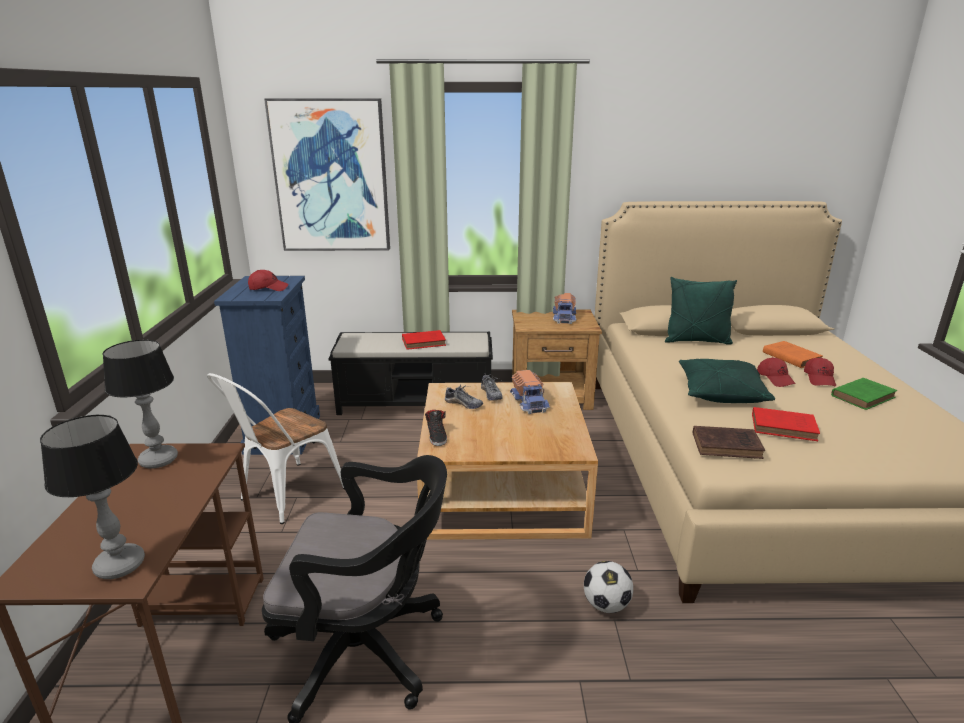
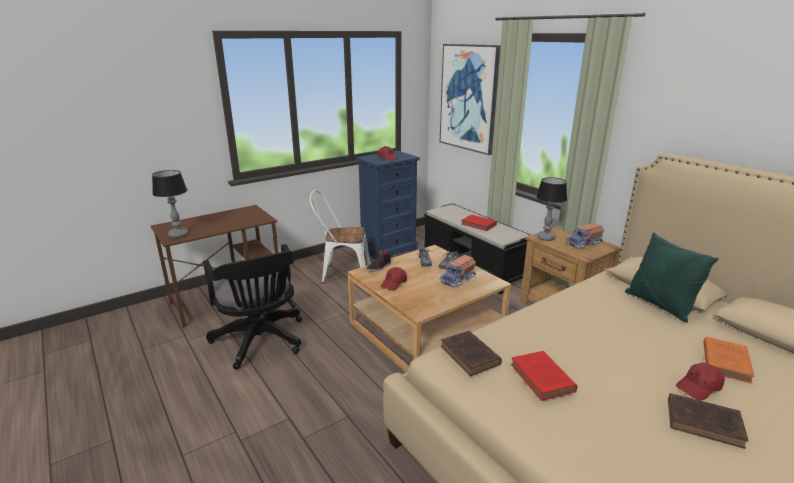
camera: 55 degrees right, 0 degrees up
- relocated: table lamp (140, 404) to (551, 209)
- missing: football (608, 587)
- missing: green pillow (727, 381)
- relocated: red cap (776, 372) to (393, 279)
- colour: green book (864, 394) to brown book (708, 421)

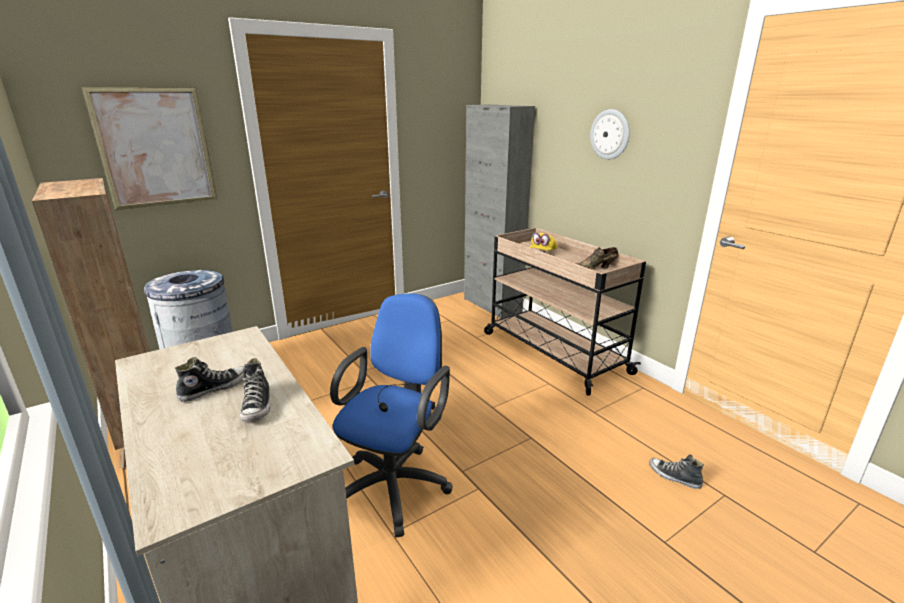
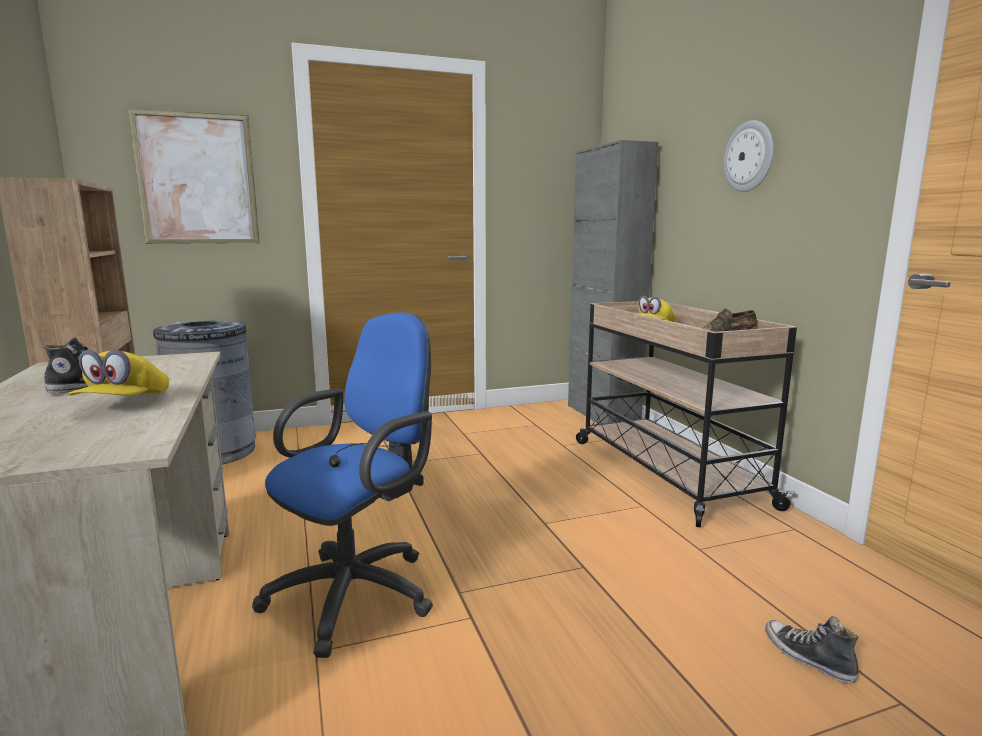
camera: 15 degrees right, 10 degrees down
- exchanged: shoe (255, 390) to yellow cap (118, 373)

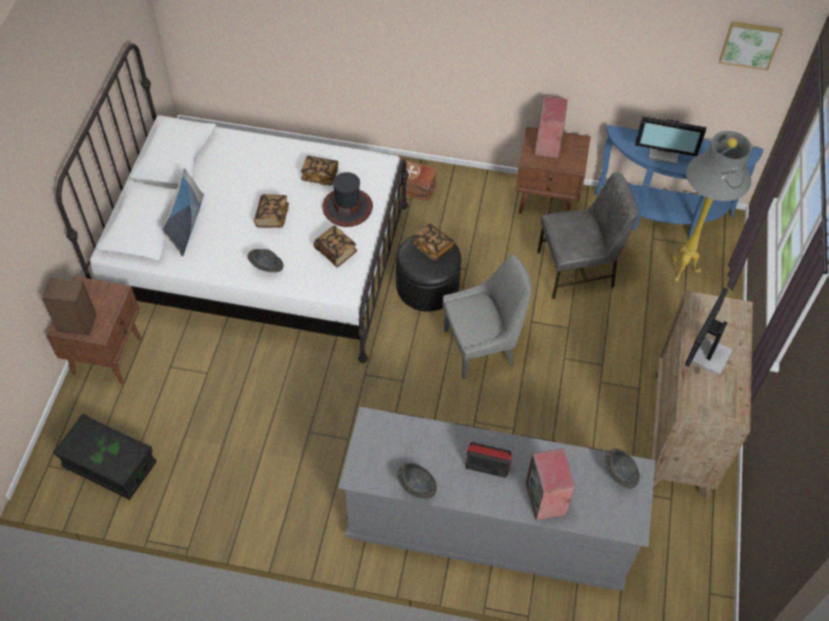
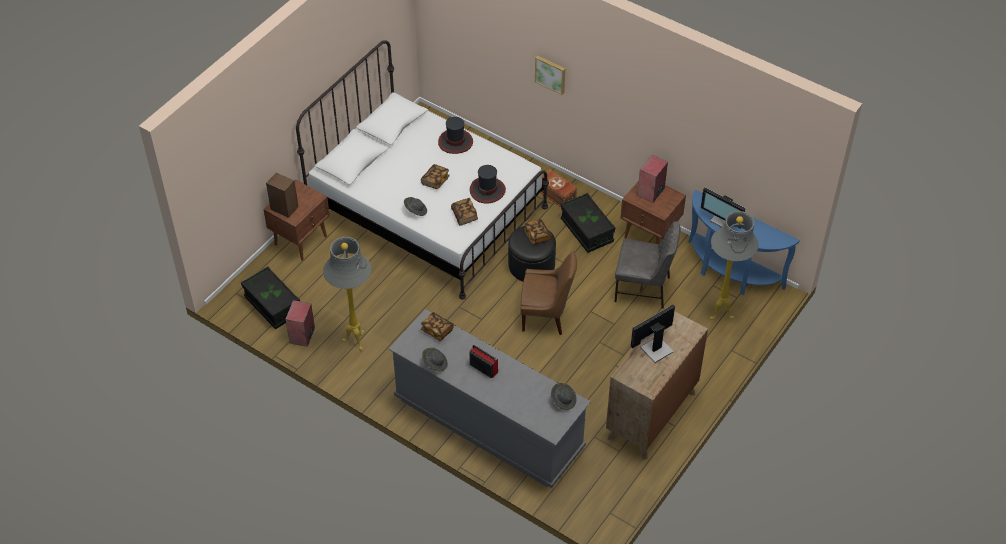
camera: 25 degrees right, 5 degrees down
- missing: pillow (183, 212)
- relocated: book (319, 171) to (437, 326)
- colour: grey chair (487, 316) to brown chair (549, 293)
- relocated: speaker (550, 484) to (300, 323)
- relocated: picture (751, 45) to (550, 75)
- appeared: grey floor lamp (347, 293)
- appeared: hat (455, 135)
- appeared: black storage box (588, 223)

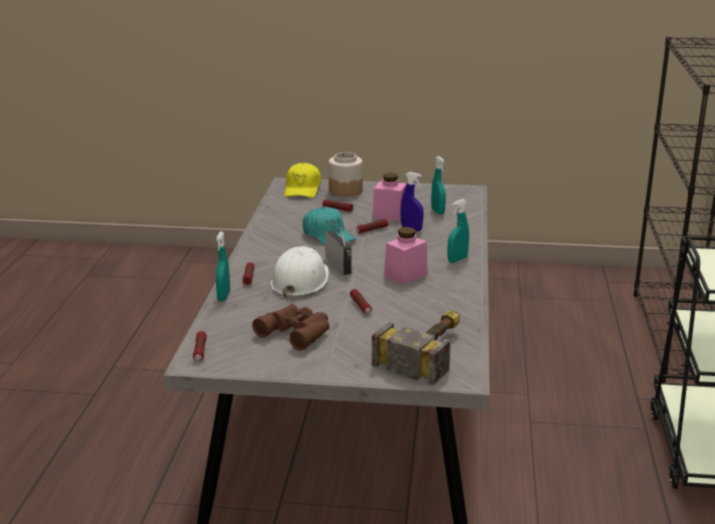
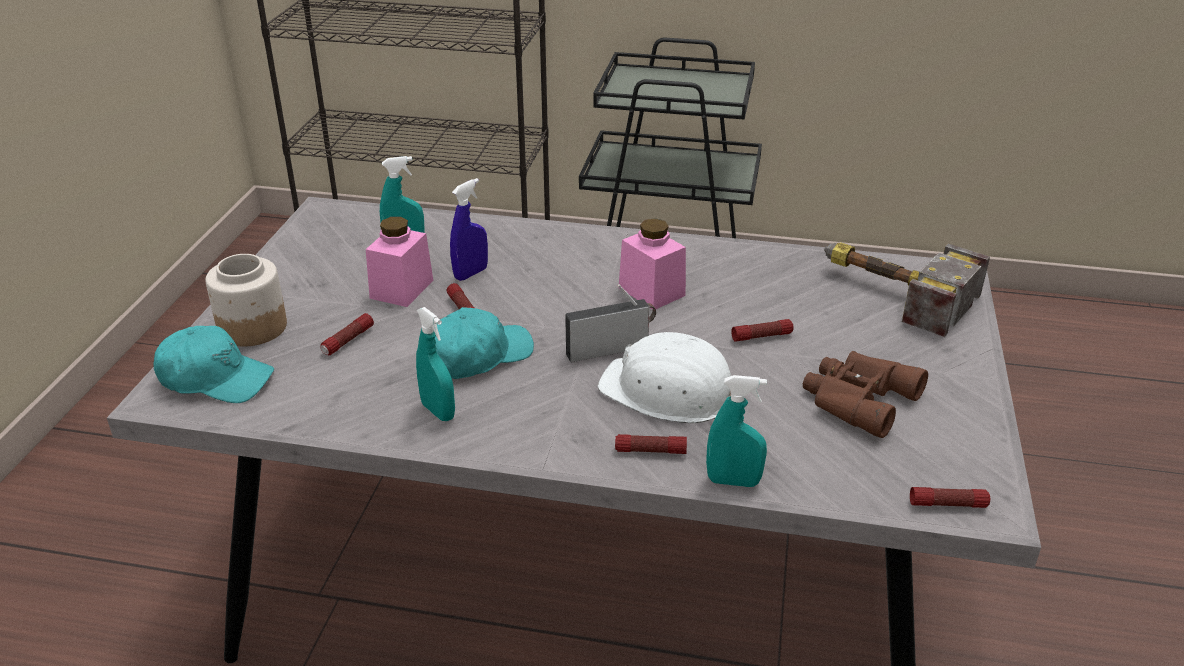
camera: 85 degrees left, 10 degrees up
- colour: yellow cap (302, 180) to turquoise cap (213, 364)
- relocated: turquoise spray bottle (458, 231) to (435, 364)

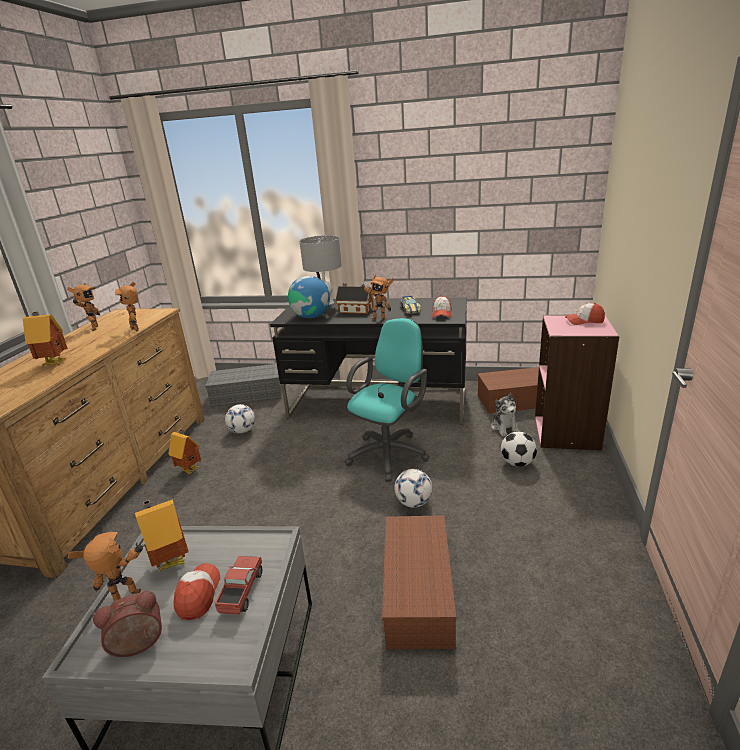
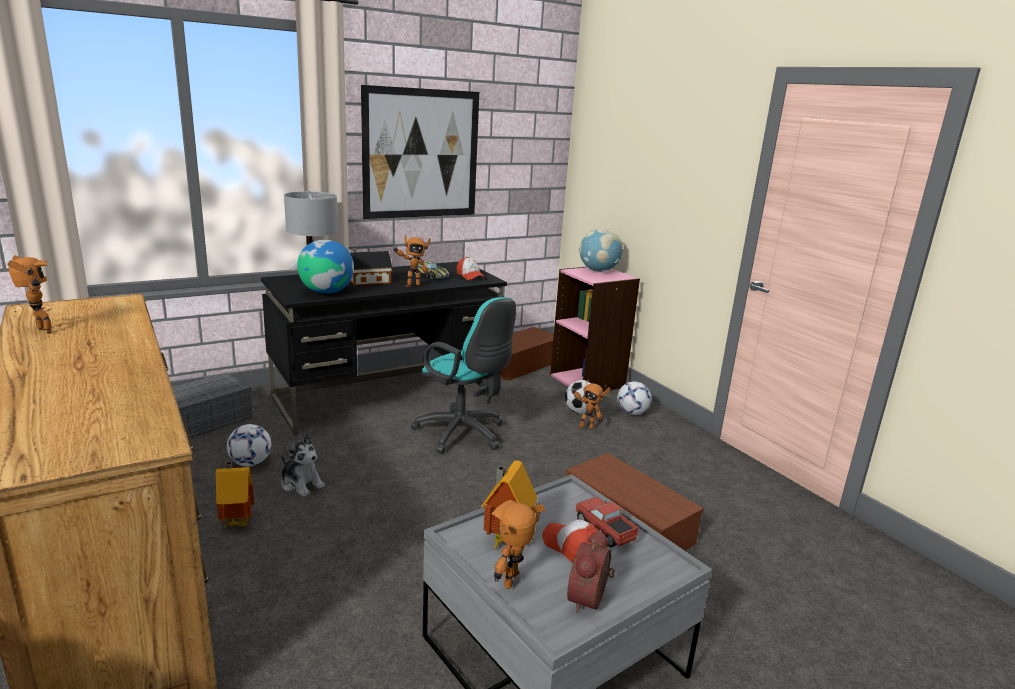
camera: 45 degrees left, 5 degrees down
- missing: toy house (45, 339)
- relocated: toy robot (127, 306) to (590, 404)
- spun: turquoise office chair (387, 400) = (463, 375) 135 degrees clockwise
- relocated: football (413, 488) to (634, 398)
- relocated: plush toy (505, 414) to (303, 465)
- exchanged: cap (585, 314) to globe (600, 250)
- appeared: picture (420, 152)

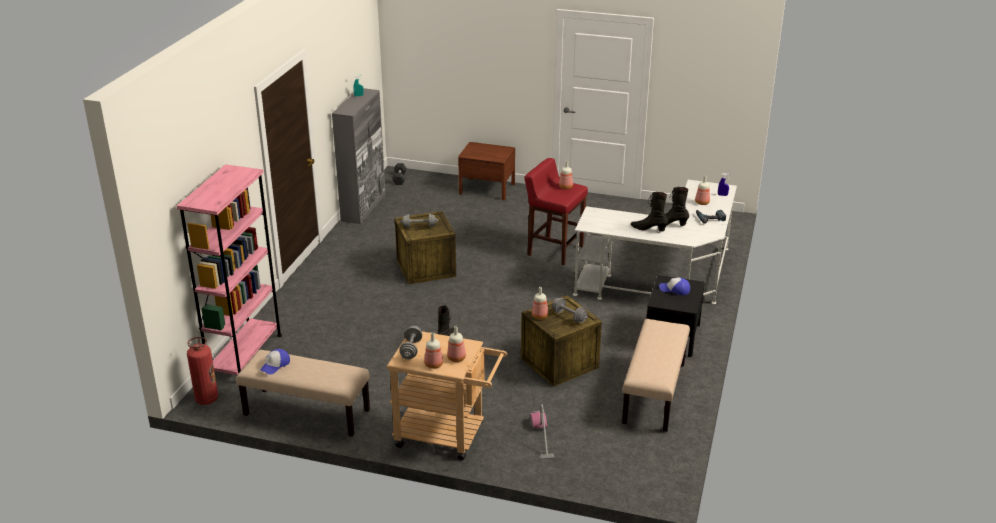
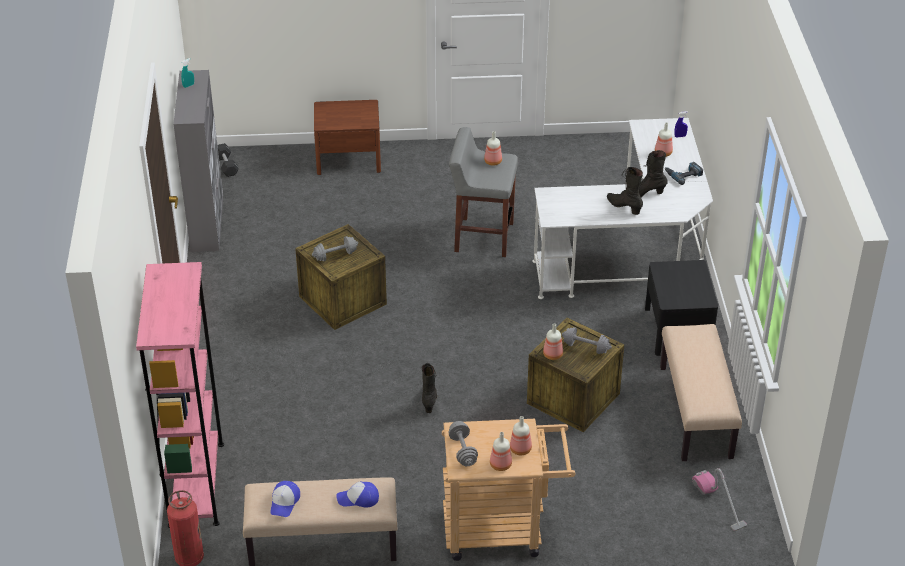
camera: 20 degrees left, 10 degrees up
- colour: red stool (556, 211) to grey stool (483, 192)
- relocated: vacuum cleaner (542, 431) to (719, 499)
- spun: black boot (649, 212) = (625, 191) 45 degrees clockwise
- relocated: cap (674, 286) to (357, 495)

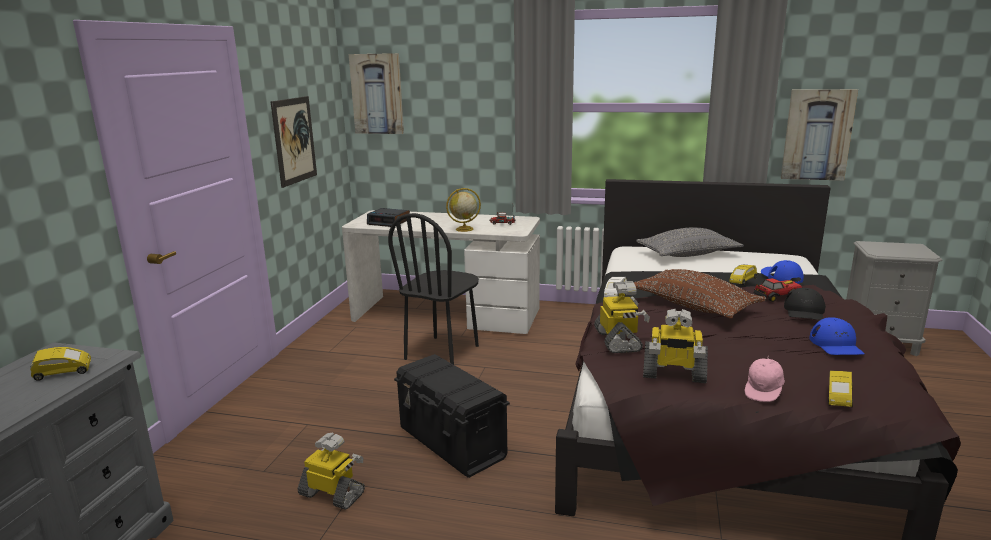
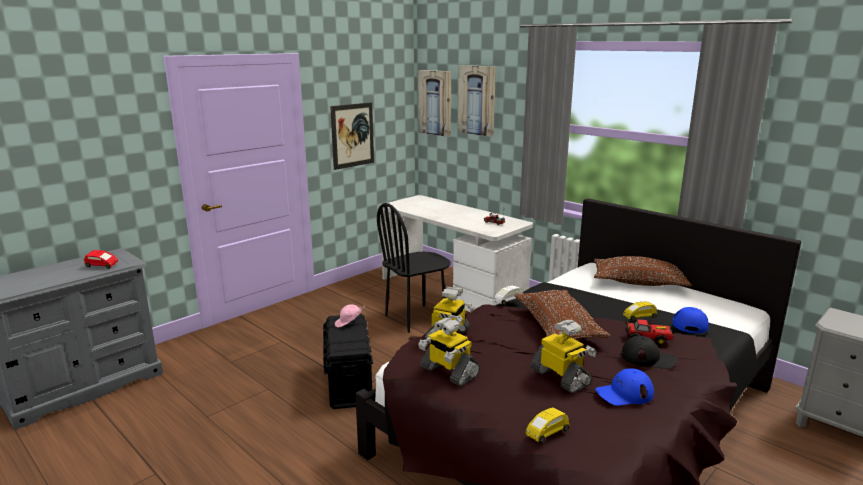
camera: 30 degrees right, 0 degrees up
- colour: yellow toy car (60, 364) to red toy car (101, 259)
- relocated: toy robot (331, 471) to (564, 356)
- missing: alarm clock (388, 217)
- missing: globe (463, 210)
- colour: grey pillow (690, 242) to brown pillow (643, 271)
- relocated: pink cap (765, 378) to (350, 315)
- relocated: picture (819, 135) to (477, 101)
- spun: black cap (805, 304) = (649, 352) 120 degrees counterclockwise
- spun: blue cap (837, 336) = (625, 387) 45 degrees clockwise

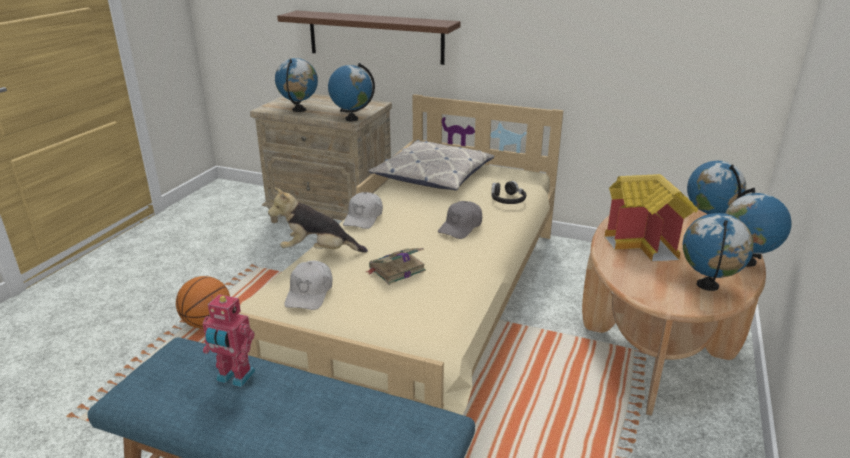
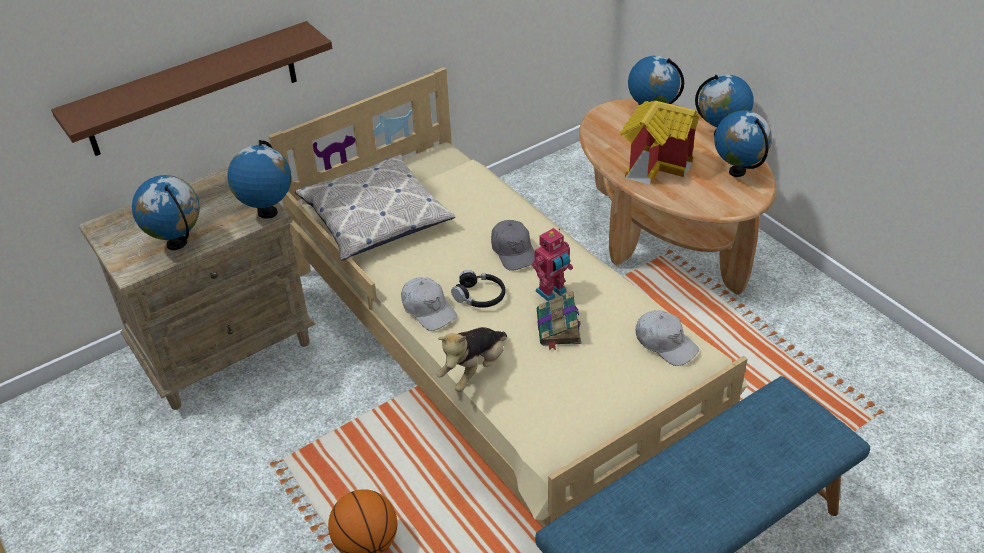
camera: 55 degrees left, 15 degrees up
- relocated: toy robot (228, 340) to (552, 265)
- relocated: white cap (308, 285) to (667, 338)
- relocated: black headphones (508, 192) to (478, 289)

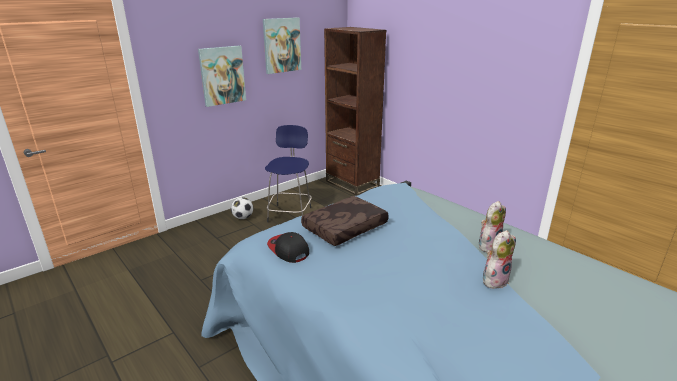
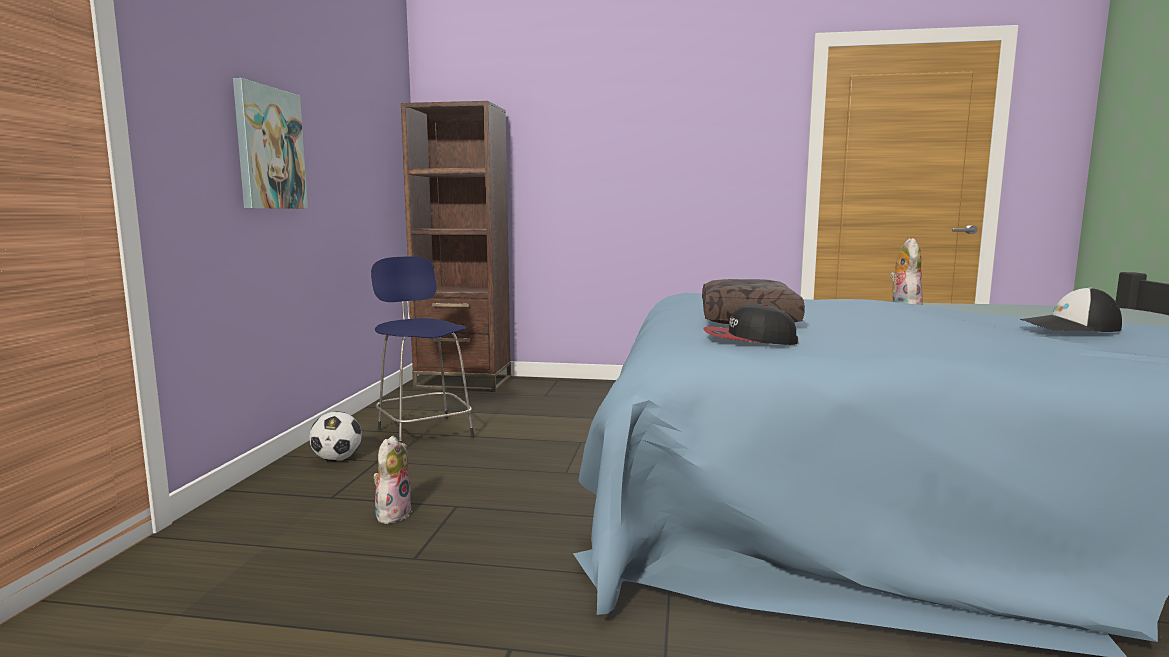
camera: 40 degrees left, 15 degrees down
- missing: picture (282, 45)
- relocated: plush toy (499, 259) to (393, 480)
- appeared: cap (1071, 309)

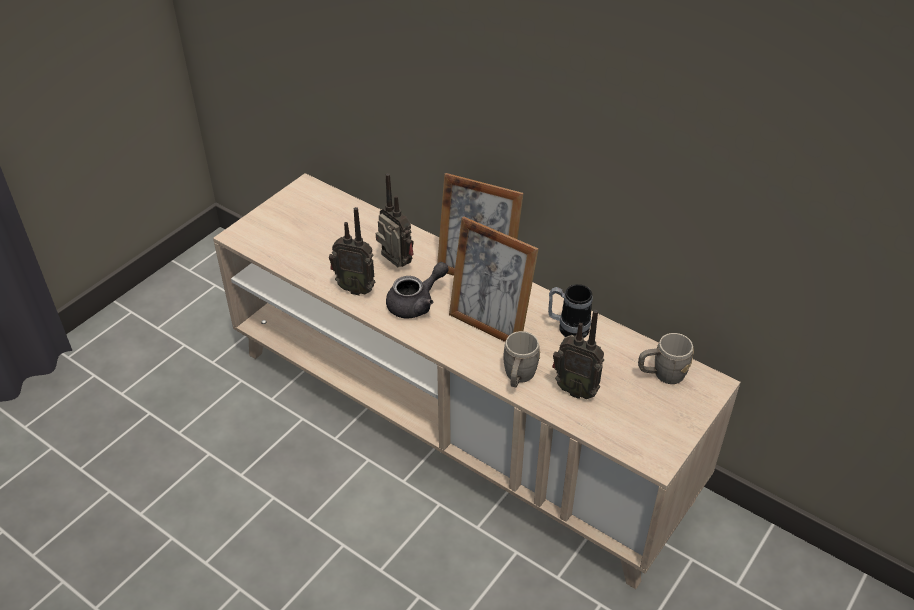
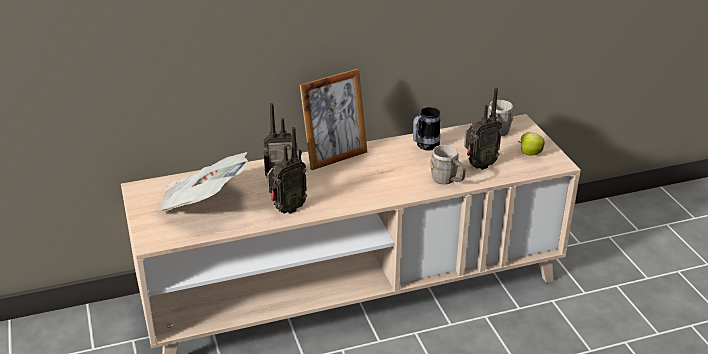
camera: 55 degrees left, 10 degrees down
- missing: grey teapot (417, 290)
- missing: picture frame (494, 279)
- appeared: newspaper (201, 182)
- appeared: apple (531, 143)

